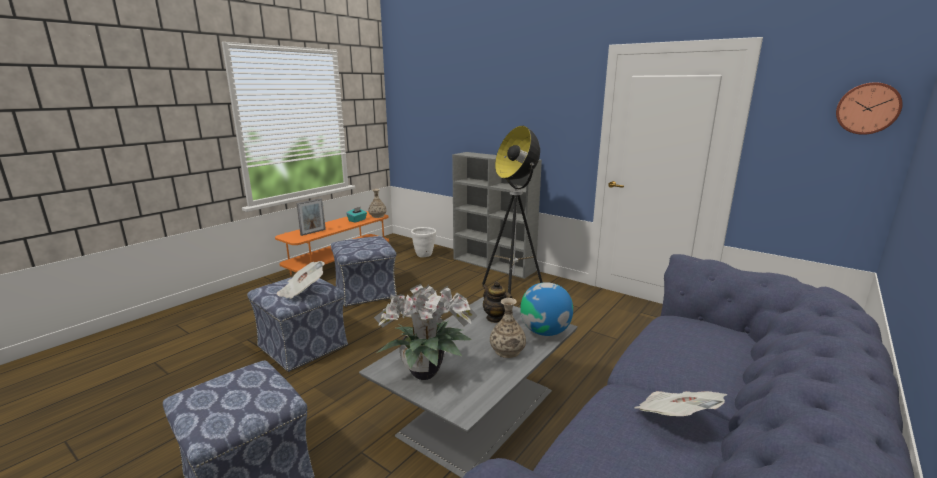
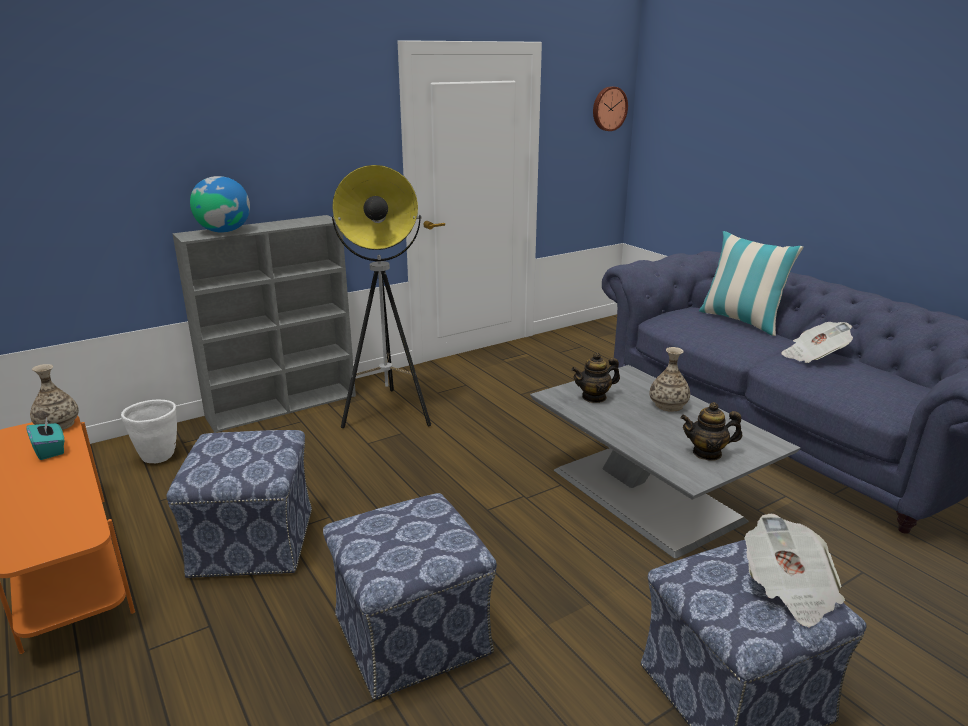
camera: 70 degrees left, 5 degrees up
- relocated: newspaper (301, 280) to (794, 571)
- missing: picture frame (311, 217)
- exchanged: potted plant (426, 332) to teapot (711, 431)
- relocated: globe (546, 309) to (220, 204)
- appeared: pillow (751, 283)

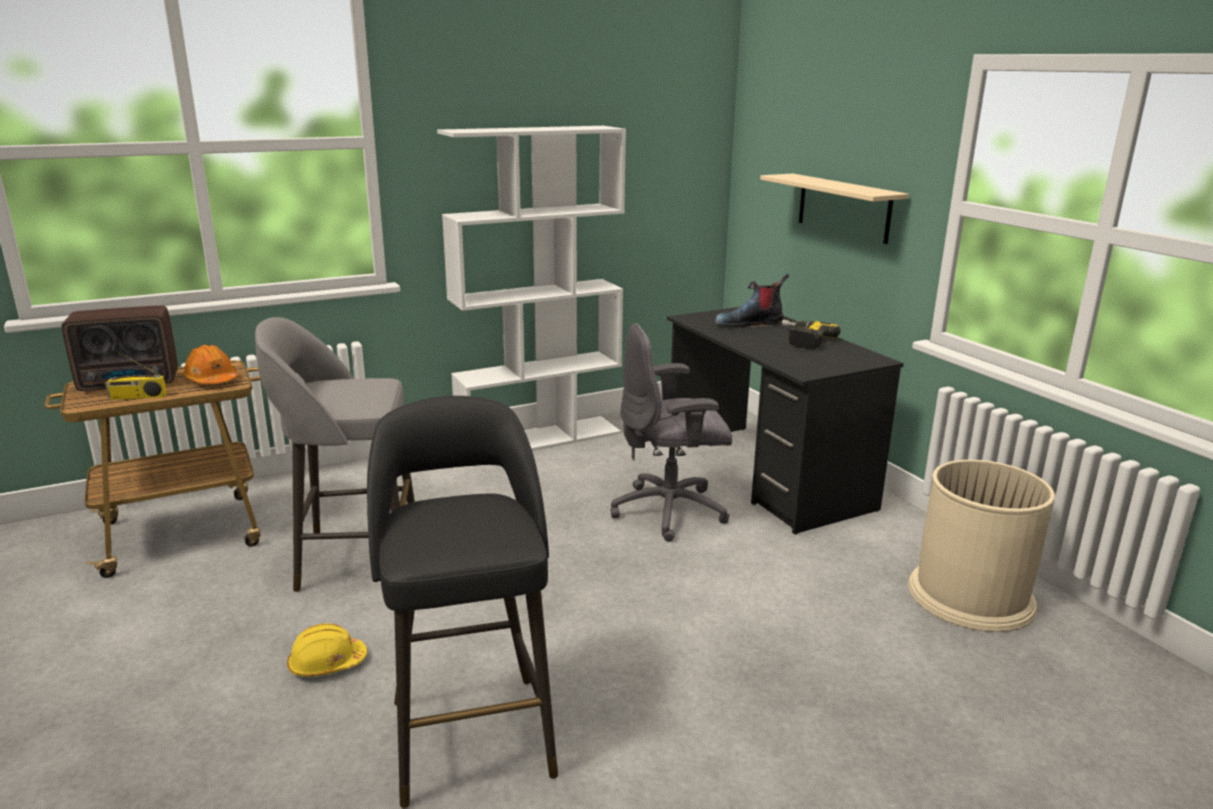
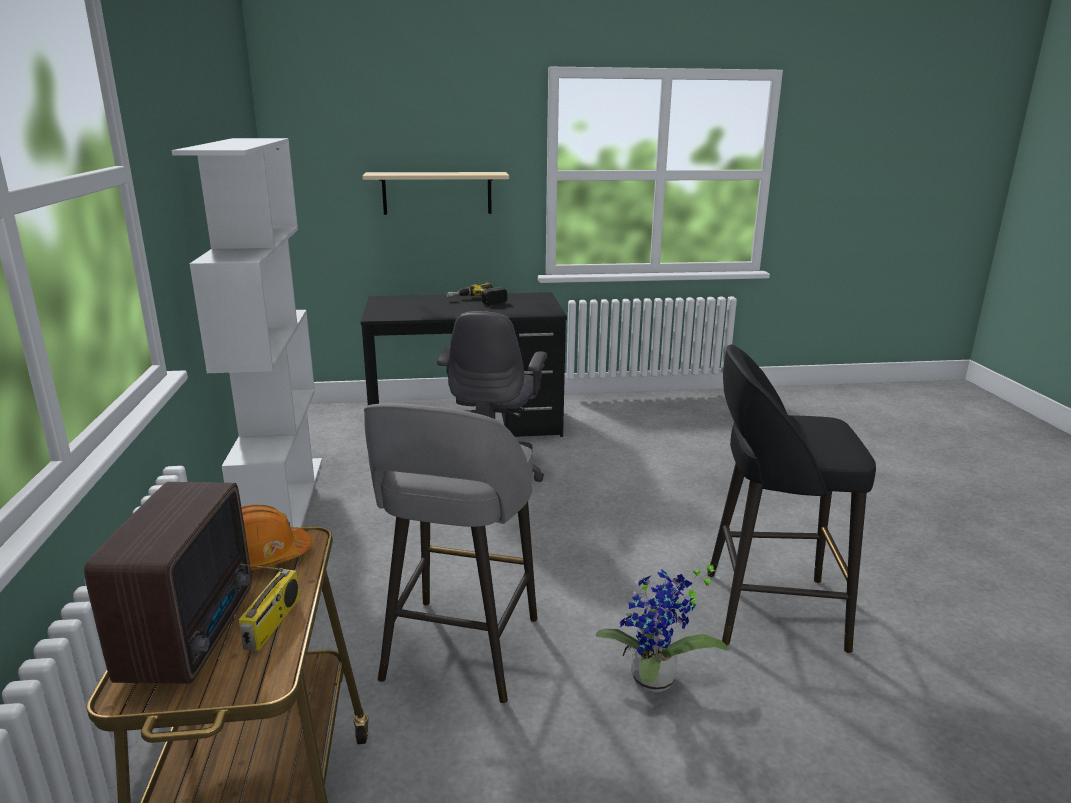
camera: 70 degrees left, 0 degrees up
- exchanged: yellow hard hat (327, 650) to potted plant (662, 628)
- missing: boot (752, 301)
- missing: beige trash can (981, 546)

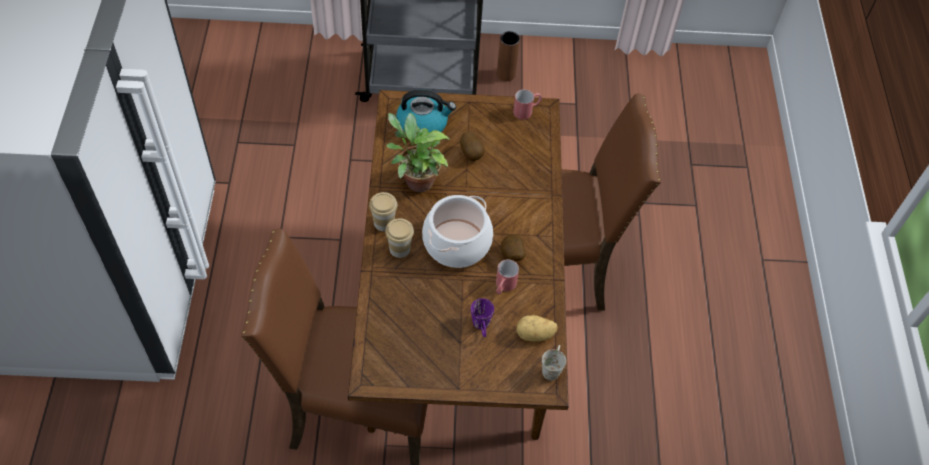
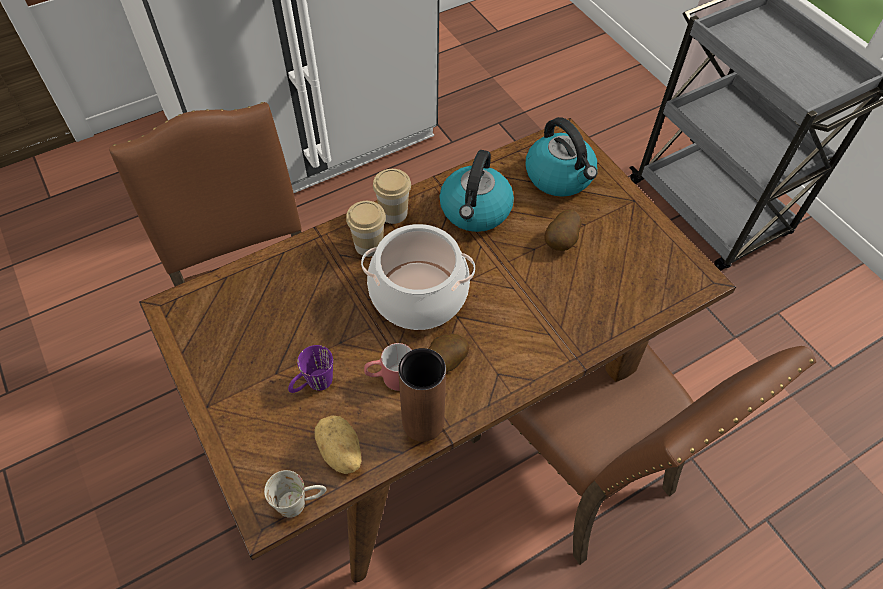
camera: 60 degrees right, 0 degrees up
- exchanged: potted plant (417, 152) to kettle (476, 191)
- relocated: brown vase (508, 56) to (422, 395)
- missing: red mug (527, 104)

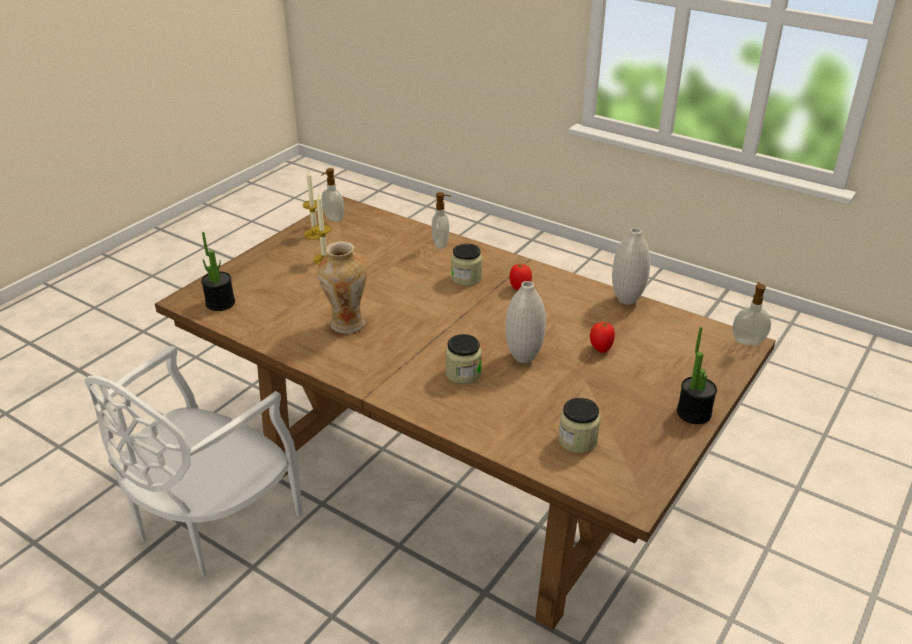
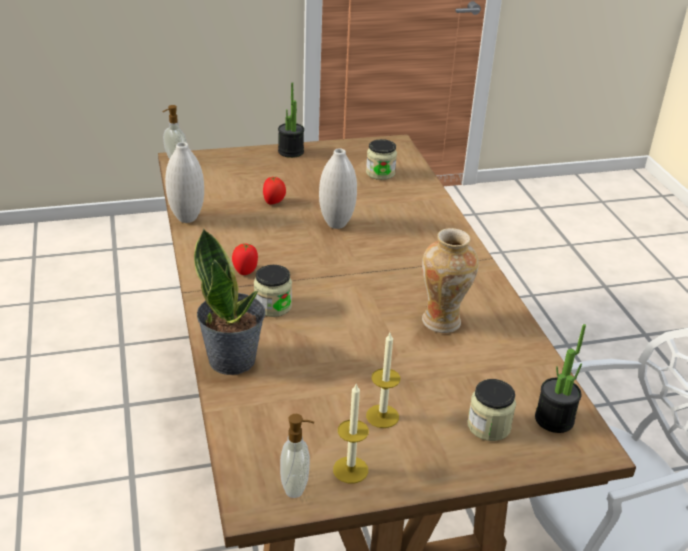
camera: 140 degrees left, 0 degrees up
- exchanged: soap dispenser (441, 220) to potted plant (229, 301)
- relocated: jar (463, 359) to (491, 410)

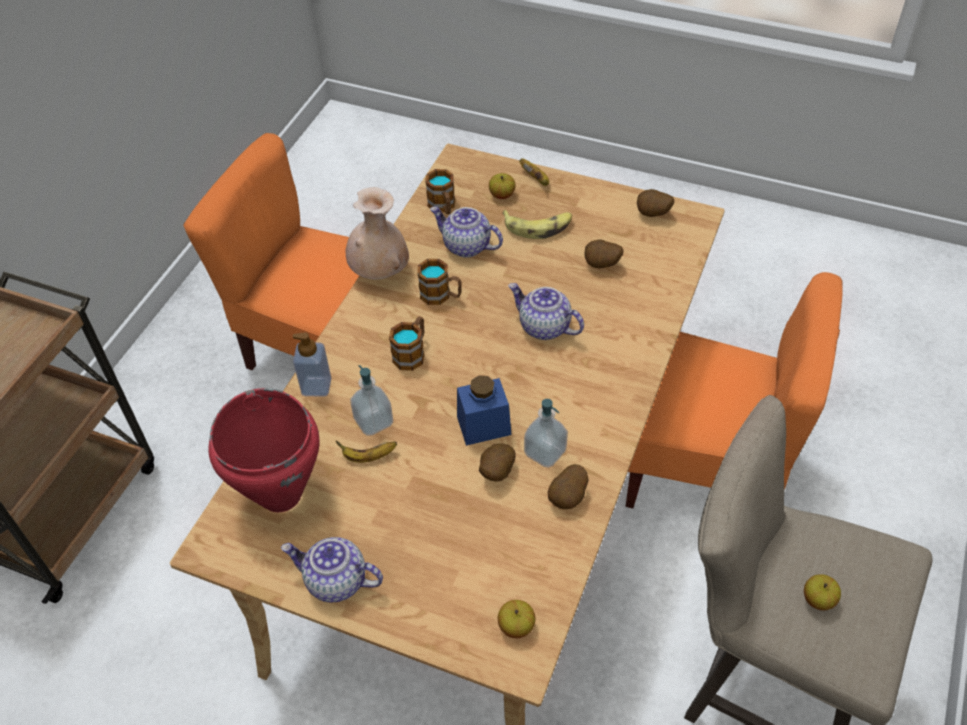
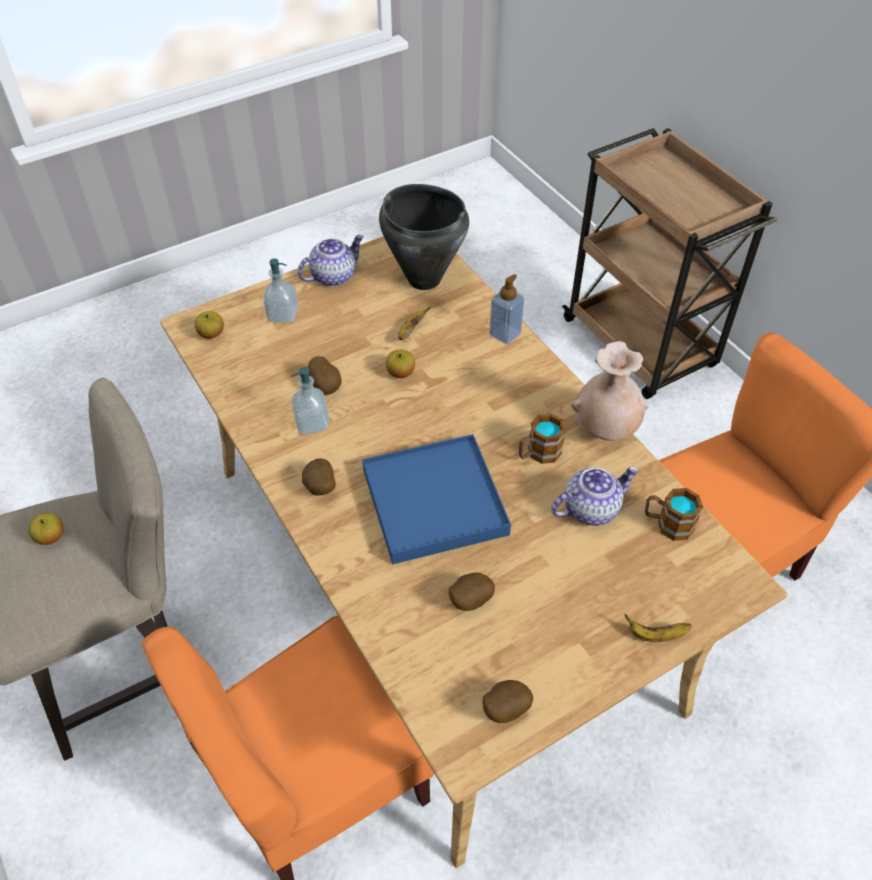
camera: 125 degrees right, 0 degrees up
- colour: red cooking pot (264, 450) to black cooking pot (424, 237)
- relocated: soap dispenser (371, 400) to (280, 291)
- missing: mug (406, 343)
- missing: blue jar (484, 410)
- relocated: apple (502, 186) to (400, 364)
- missing: banana (537, 224)
- exchanged: teapot (546, 311) to blue tray (436, 499)
- relocated: potato (568, 486) to (319, 476)

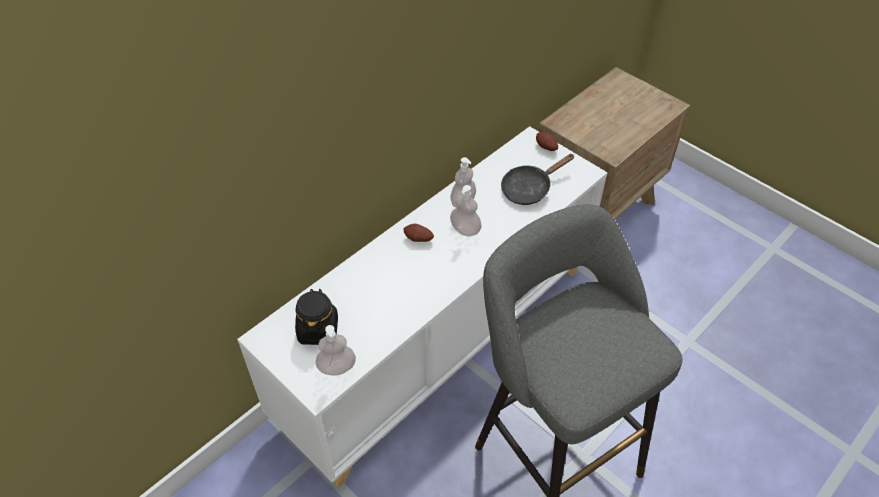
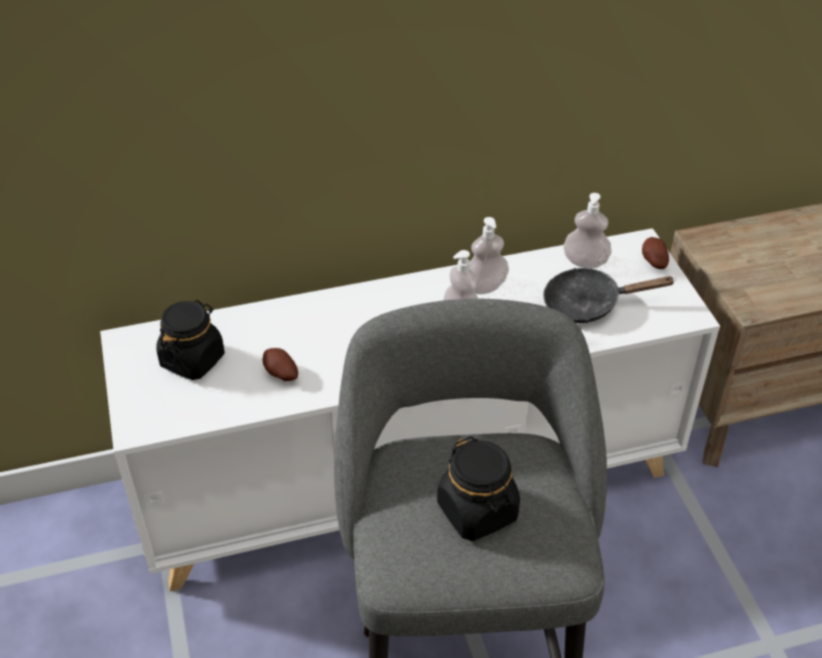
camera: 30 degrees right, 5 degrees down
- relocated: soap dispenser (336, 350) to (587, 231)
- relocated: potato (418, 233) to (280, 364)
- appeared: black jar (478, 489)

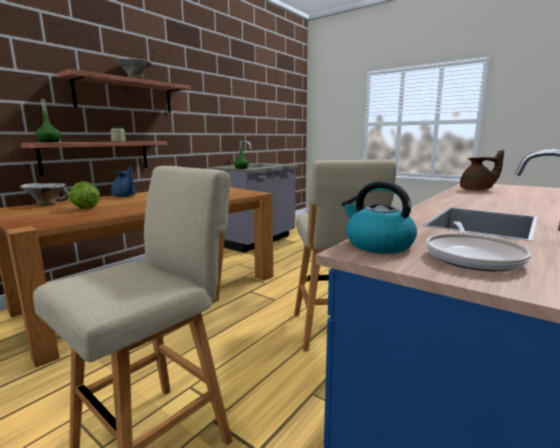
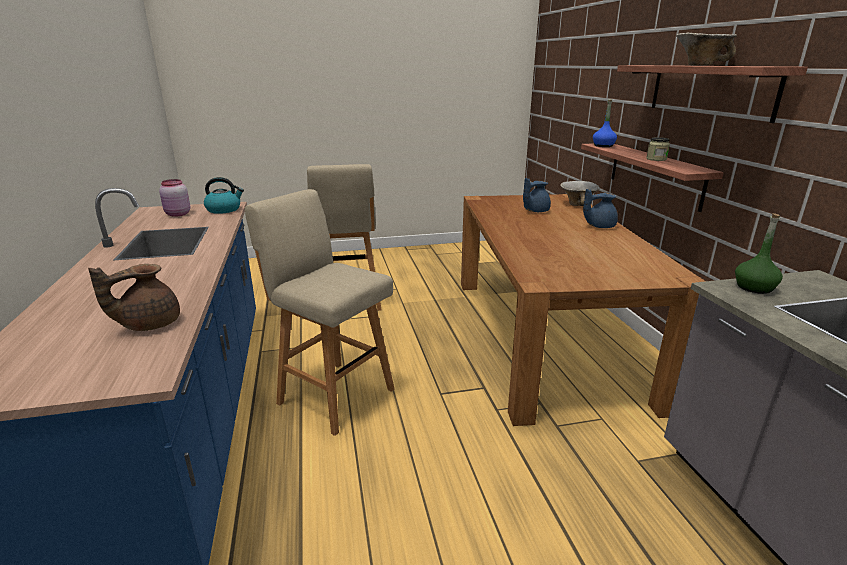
camera: 130 degrees right, 10 degrees up
- colour: green bottle (48, 120) to blue bottle (605, 123)
- exchanged: lettuce (84, 195) to blue teapot (537, 195)
- exchanged: frying pan (478, 246) to pink jar (174, 198)

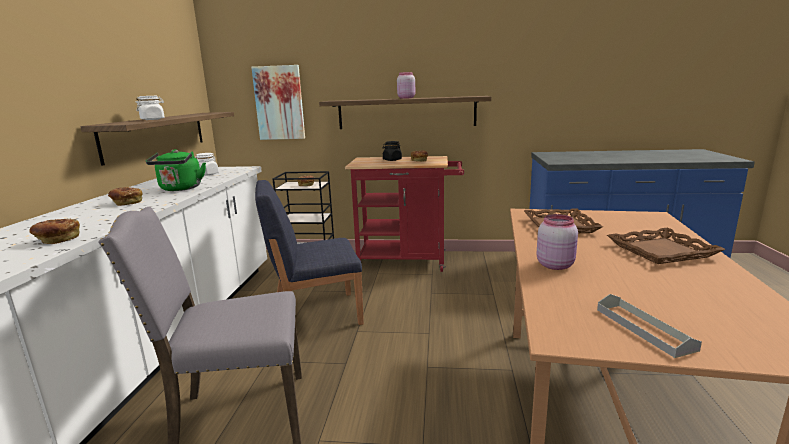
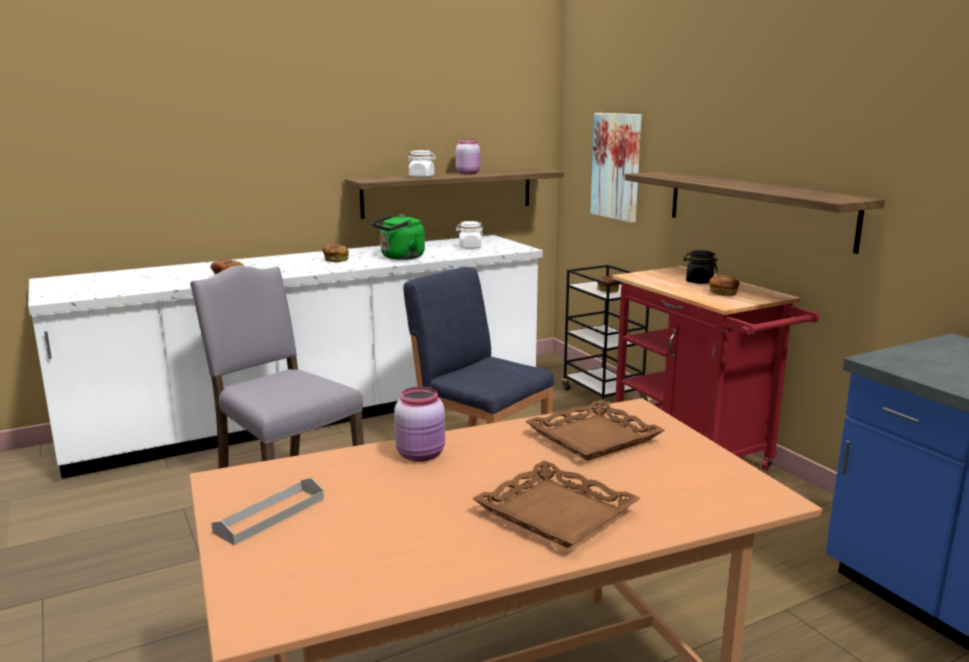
camera: 55 degrees right, 0 degrees up
- relocated: pink jar (406, 85) to (468, 157)

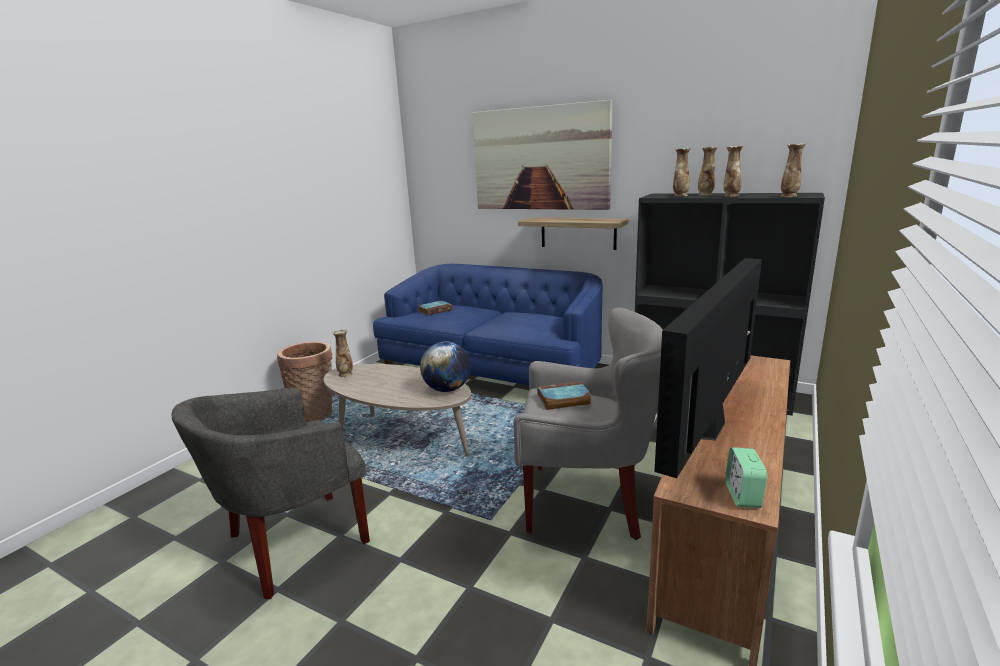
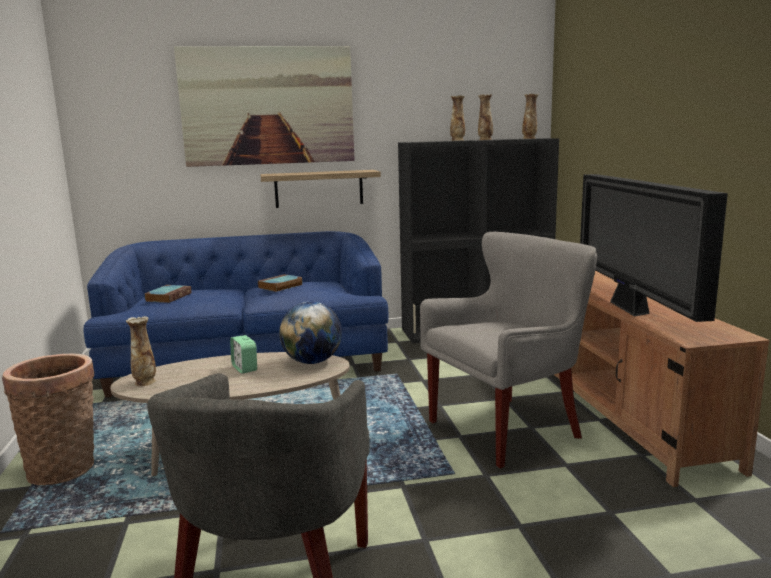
camera: 40 degrees left, 5 degrees down
- relocated: book (564, 395) to (280, 283)
- missing: vase (682, 172)
- relocated: alarm clock (746, 477) to (243, 354)

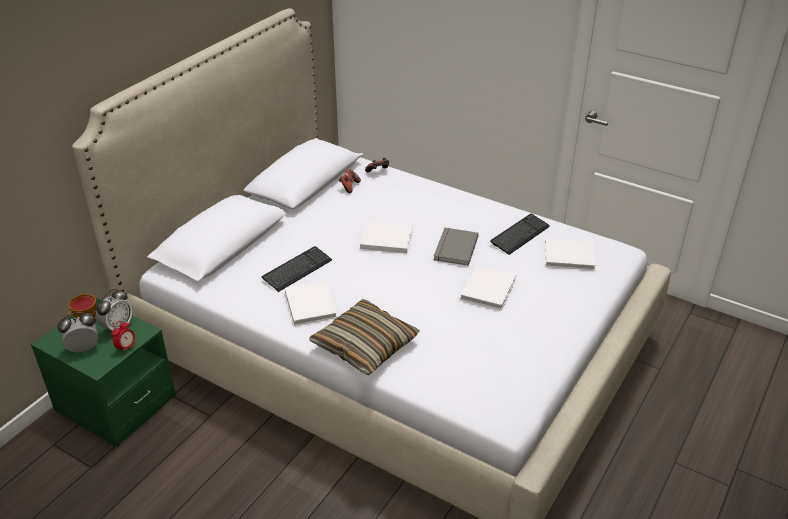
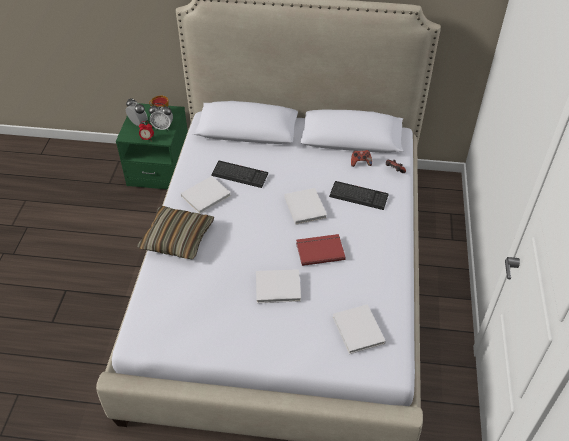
camera: 65 degrees right, 10 degrees up
- colour: grey book (456, 247) to red book (321, 250)
- relocated: keyboard (520, 234) to (359, 195)

